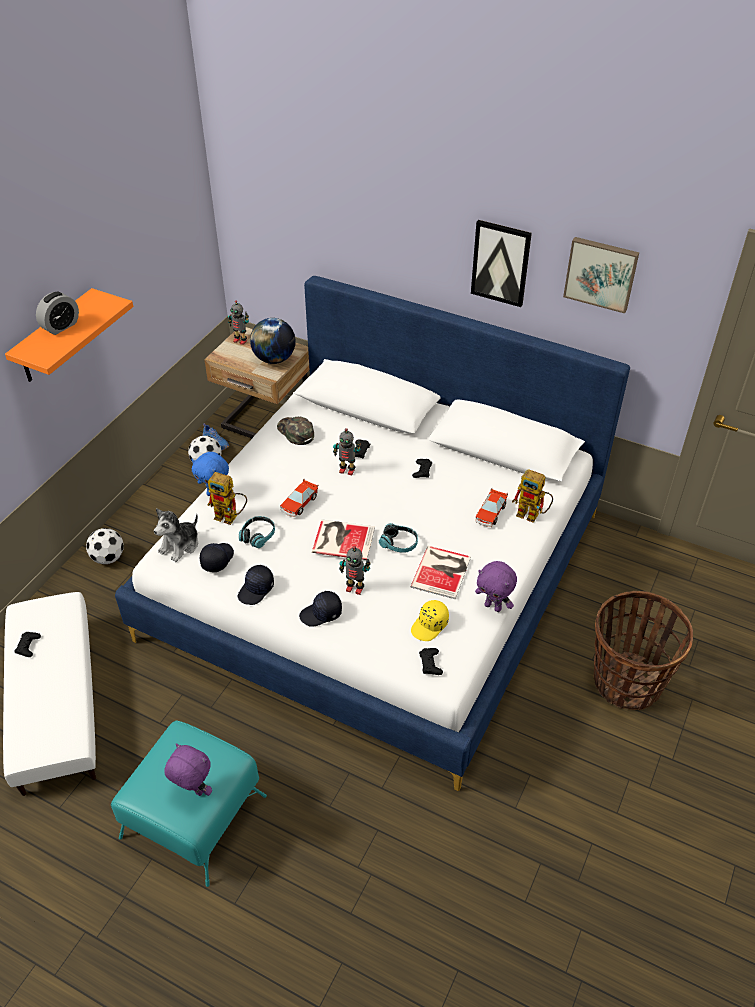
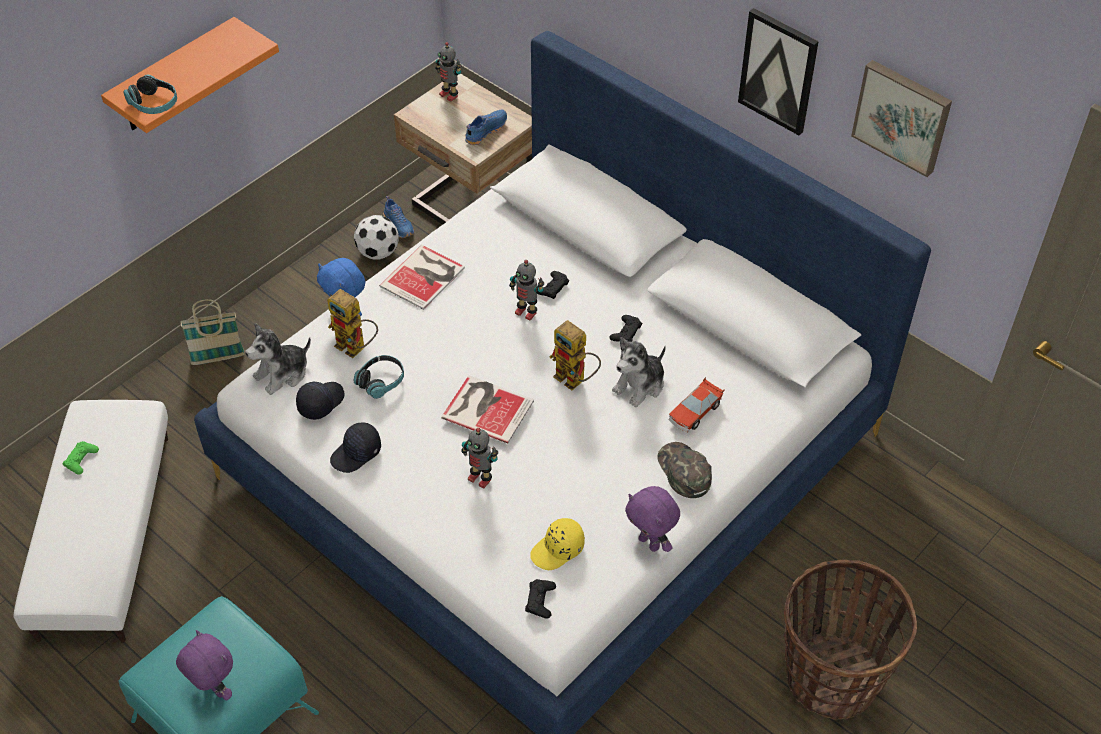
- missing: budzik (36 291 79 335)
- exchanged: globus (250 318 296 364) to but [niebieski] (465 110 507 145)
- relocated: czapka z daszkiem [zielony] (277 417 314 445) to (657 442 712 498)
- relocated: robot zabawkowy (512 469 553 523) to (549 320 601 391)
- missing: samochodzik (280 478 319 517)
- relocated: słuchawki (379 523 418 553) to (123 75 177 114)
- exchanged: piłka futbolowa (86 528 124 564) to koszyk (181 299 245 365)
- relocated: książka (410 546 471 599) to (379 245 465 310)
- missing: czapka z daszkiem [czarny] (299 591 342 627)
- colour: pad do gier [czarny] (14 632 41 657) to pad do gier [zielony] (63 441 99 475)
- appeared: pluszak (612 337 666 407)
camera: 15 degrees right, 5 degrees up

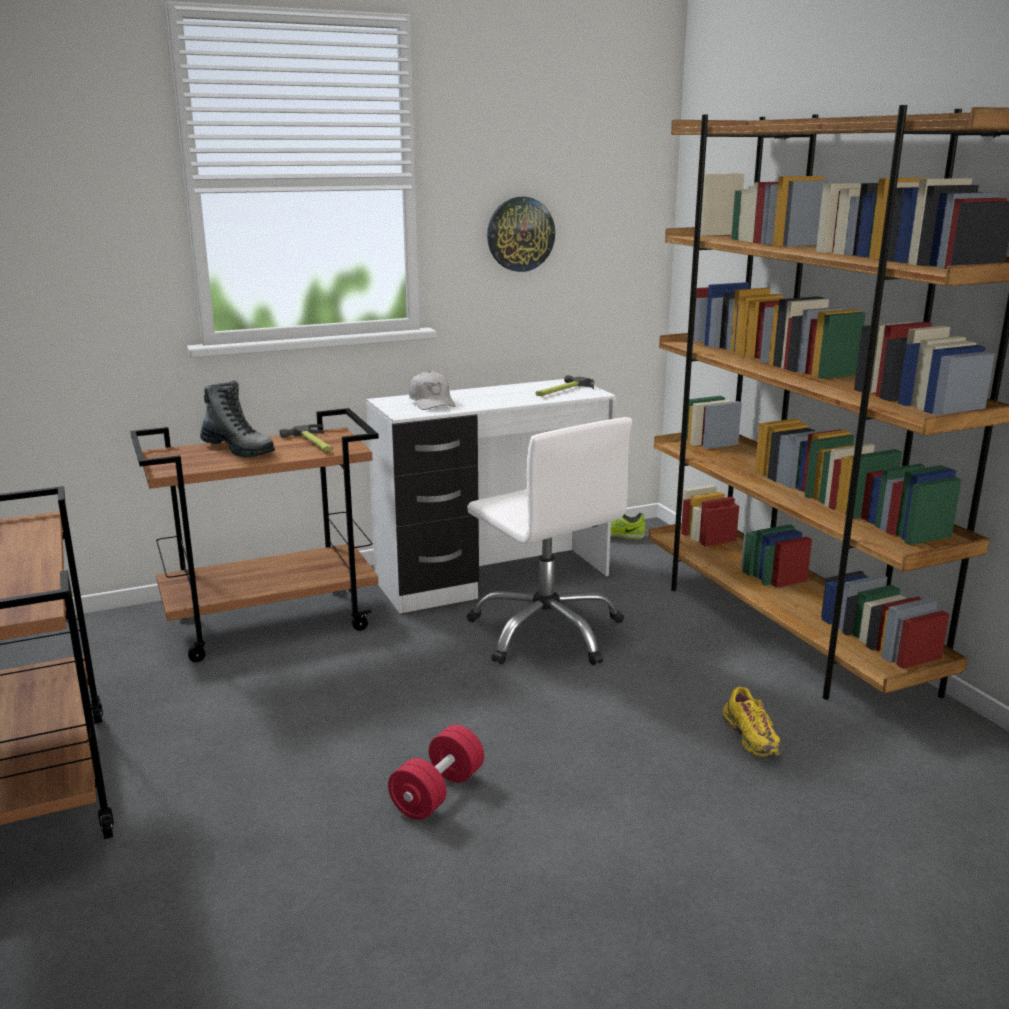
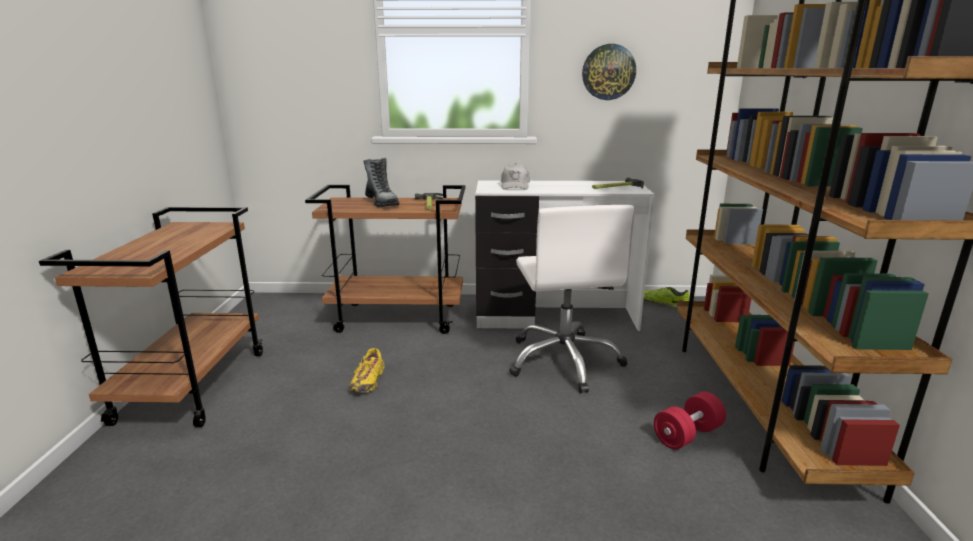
- relocated: but [żółty] (723 687 782 757) to (349 348 385 393)
- relocated: hantel [czerwony] (388 725 484 820) to (653 392 726 449)
camera: 25 degrees right, 0 degrees up

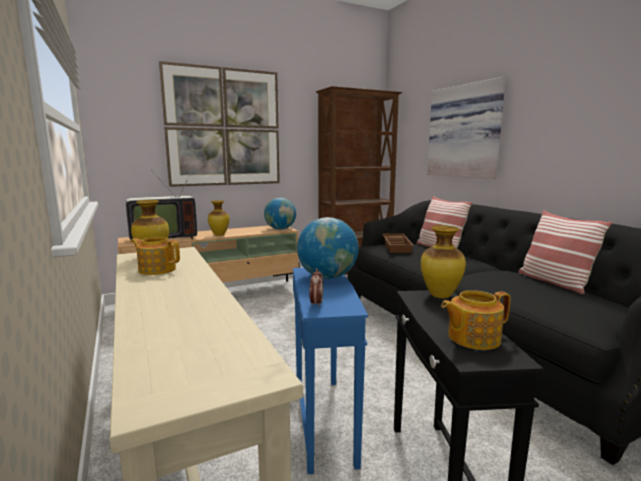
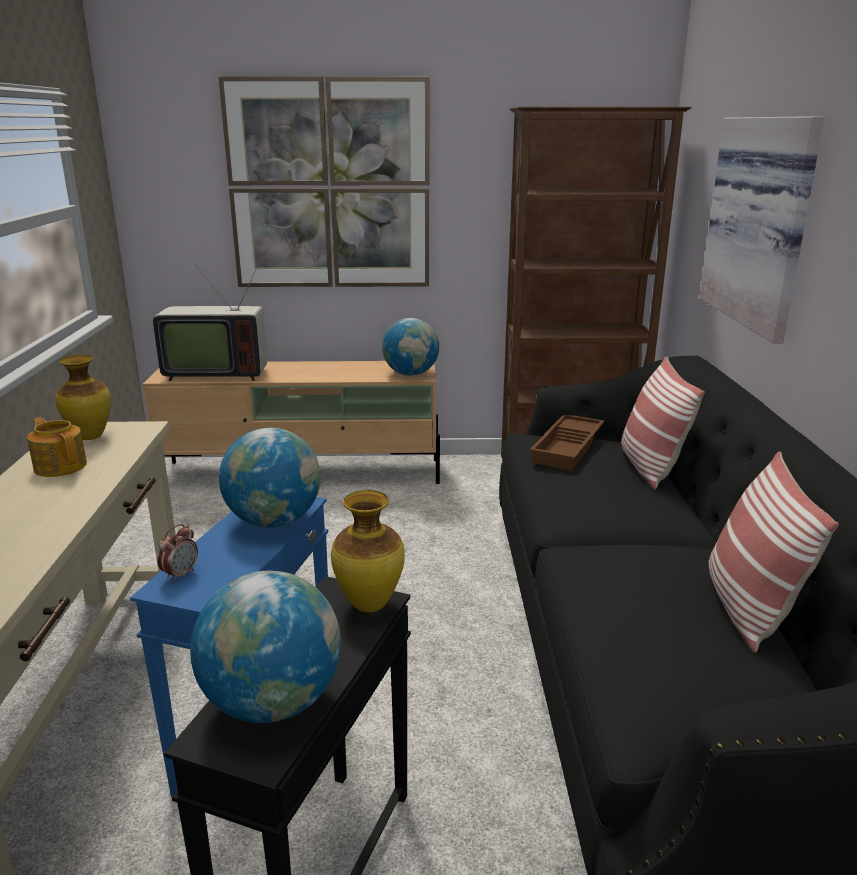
- missing: wazon (208 200 229 236)
- exchanged: imbryk (441 290 511 350) to globus (190 571 341 723)
camera: 25 degrees right, 10 degrees up

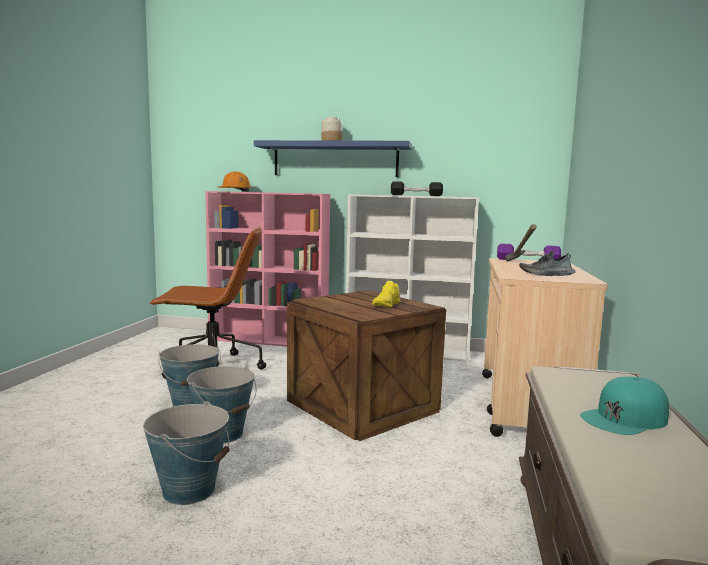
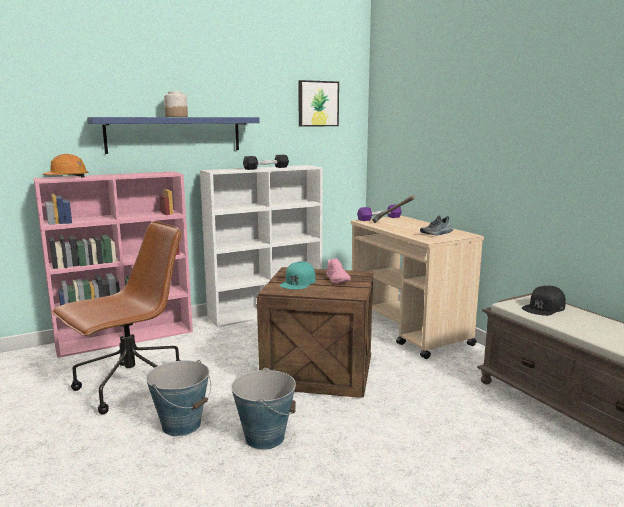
- colour: but [żółty] (372 281 401 307) to but [różowy] (326 258 351 283)
- relocated: czapka z daszkiem [turkusowy] (580 377 669 435) to (280 261 316 289)
- missing: wiadro (143 401 230 505)
- appeared: obraz (298 80 339 127)
- appeared: czapka z daszkiem [czarny] (522 286 566 316)
camera: 40 degrees left, 5 degrees up

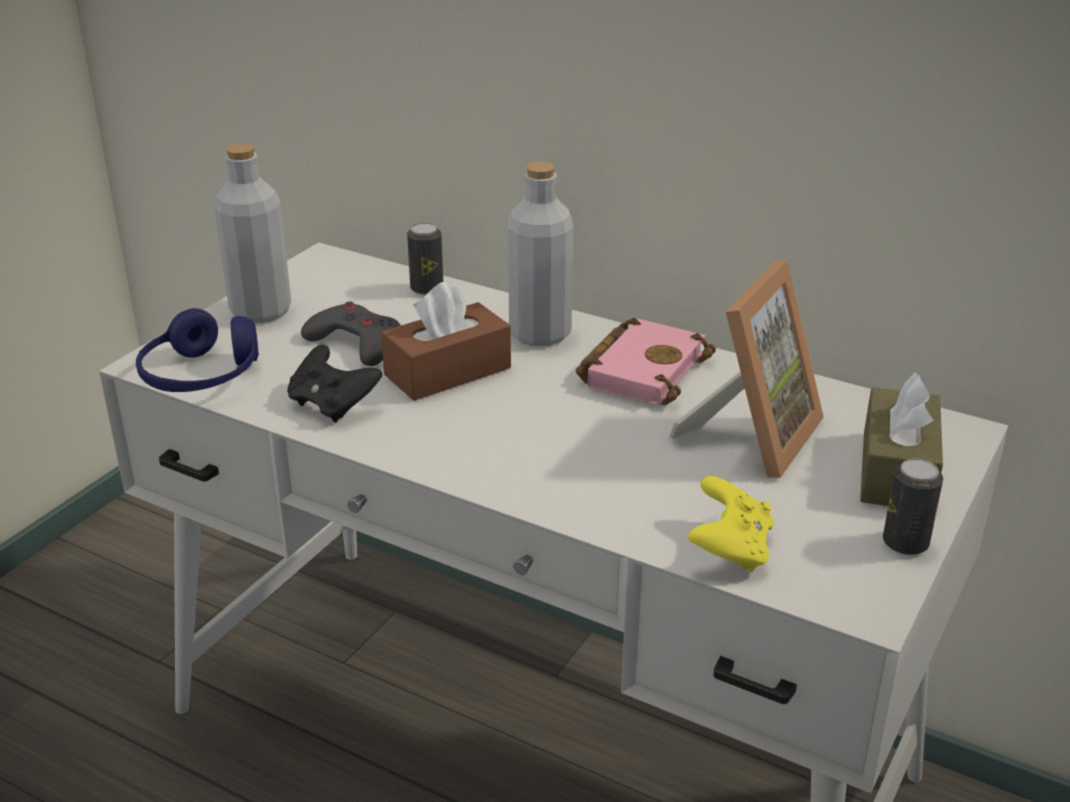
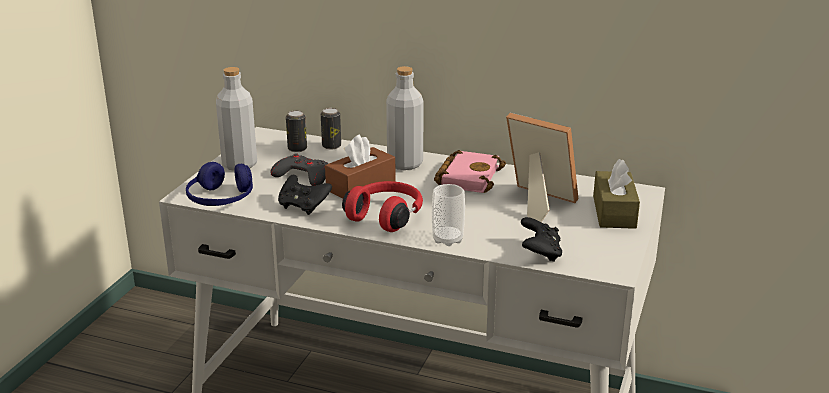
- spun: ramka na zdjęcie (669 259 824 478) = (506 113 579 222) 75 degrees counterclockwise
- relocated: puszka (883 458 943 555) to (286 110 307 152)
- colour: pad do gier [żółty] (688 476 774 572) to pad do gier [czarny] (521 217 562 262)
- appeared: słuchawki [czerwony] (342 181 423 232)
- appeared: filiżanka (432 184 465 246)
camera: 10 degrees left, 5 degrees down

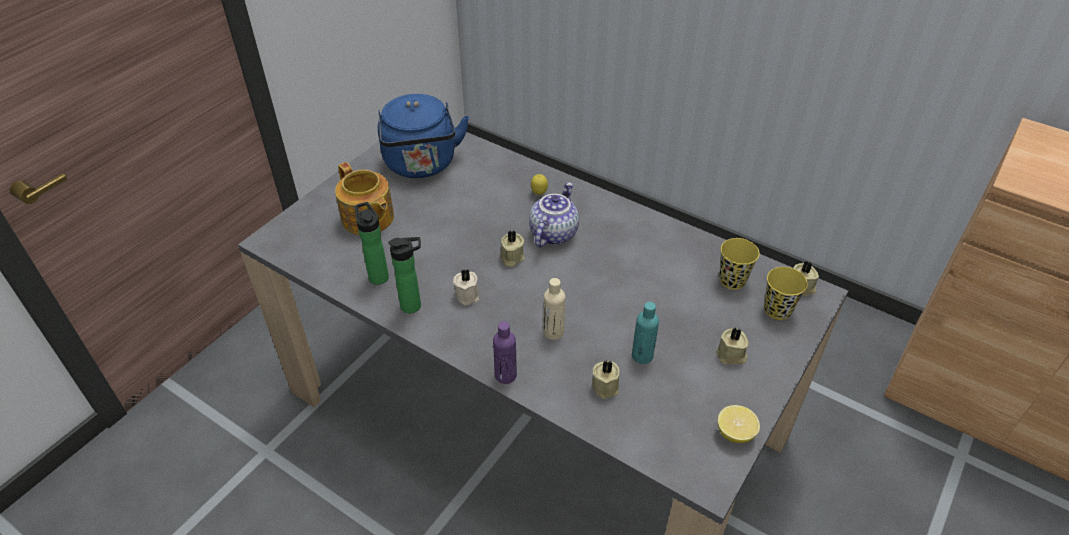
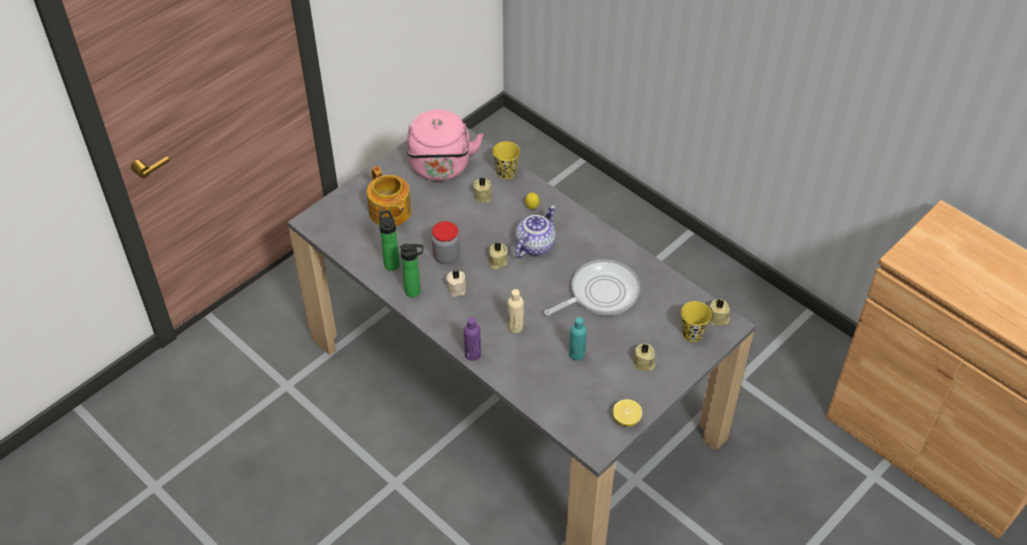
- colour: czajnik [niebieski] (378 94 469 178) to czajnik [różowy] (407 110 483 181)
- relocated: filiżanka [żółty] (719 238 760 290) to (493 141 520 179)
- relocated: świeca [beżowy] (592 360 620 399) to (473 177 492 203)
- appeared: słoik (432 221 460 264)
- appeared: patelnia (544 259 640 316)
camera: 10 degrees right, 5 degrees up

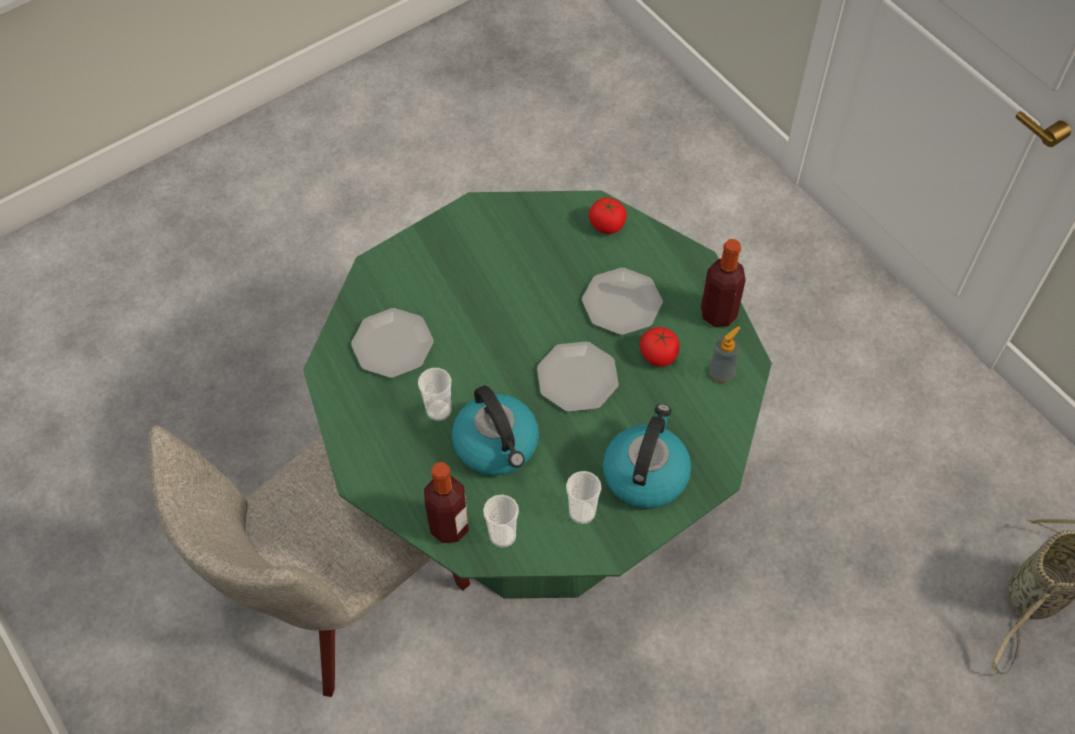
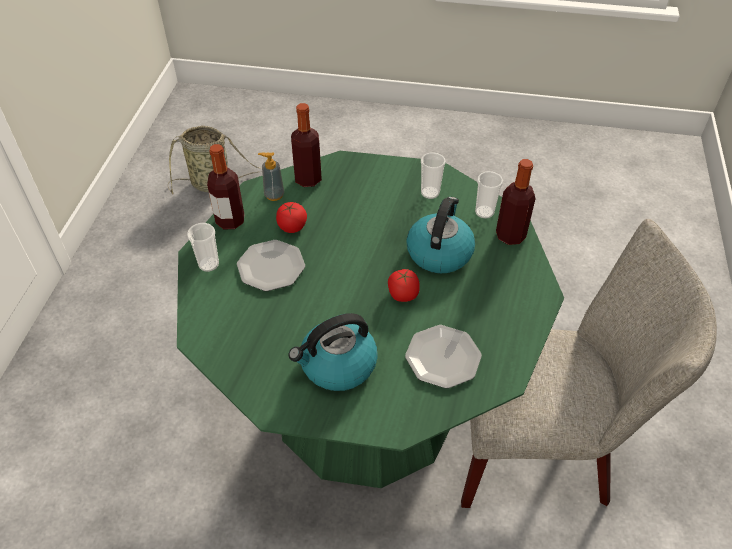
- relocated: pomidor (589 197 627 234) to (388 269 420 302)
- missing: talerz (537 342 619 412)
- relocated: filiżanka (418 368 451 421) to (187 223 219 272)
- relocated: czajnik (603 404 691 508) to (289 313 378 391)
- appeared: butelka (291 103 322 187)
camera: 135 degrees left, 10 degrees down

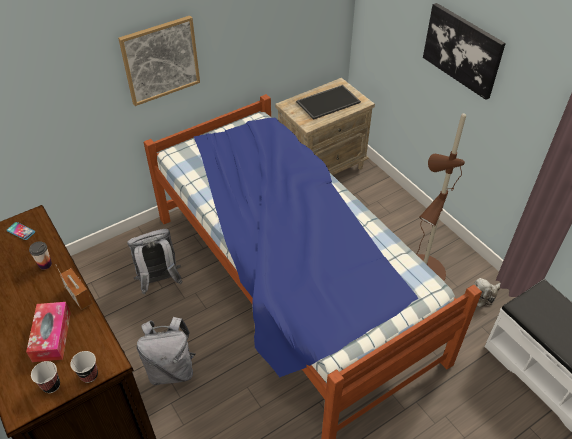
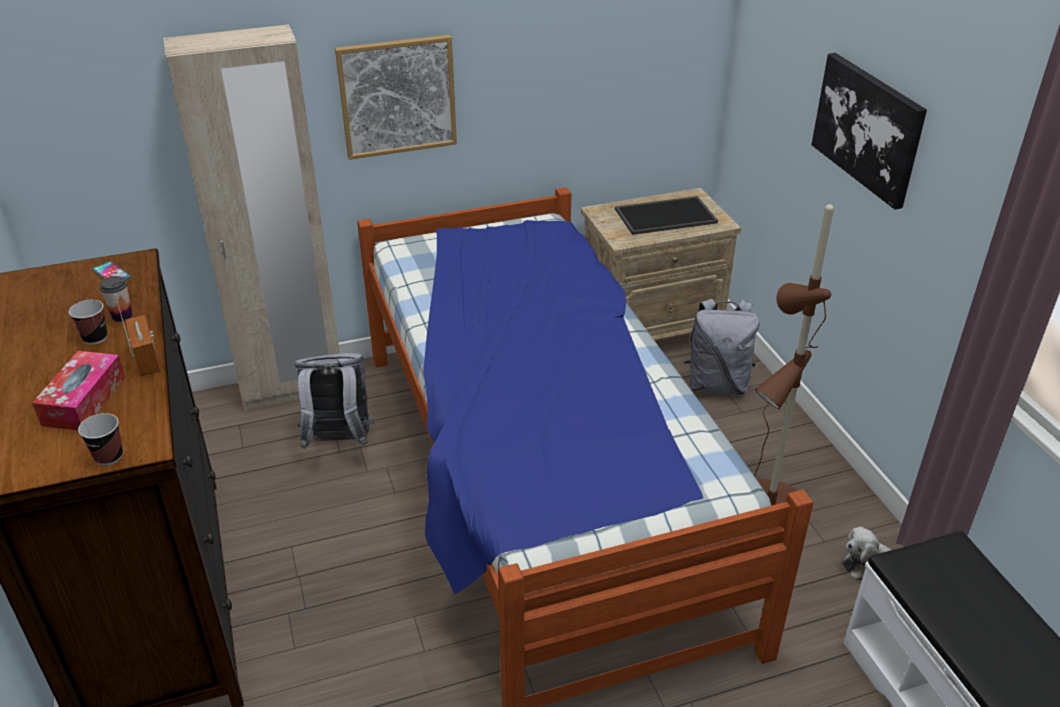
- relocated: plecak [szary] (137 317 195 385) to (684 299 760 395)
- relocated: filiżanka (31 361 60 393) to (69 300 107 345)
- appeared: szafa [beżowy] (163 24 340 411)
camera: 15 degrees right, 10 degrees down

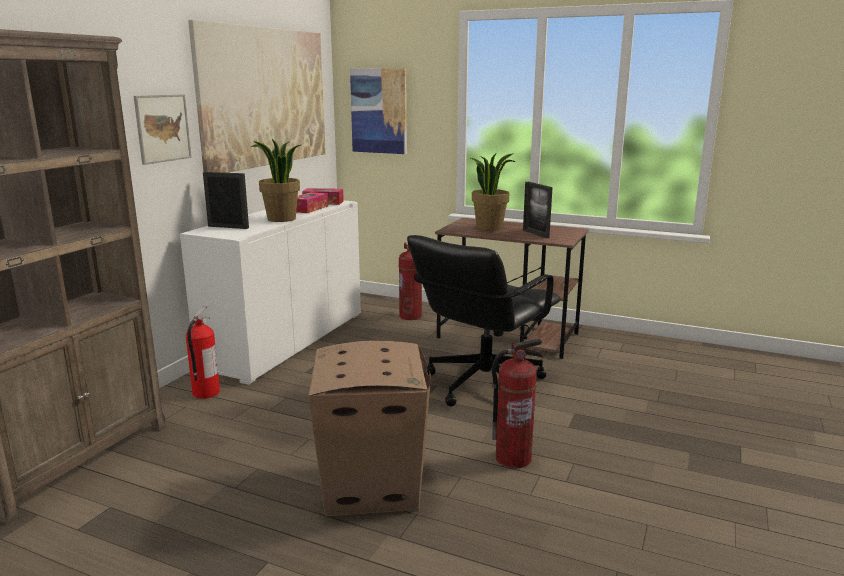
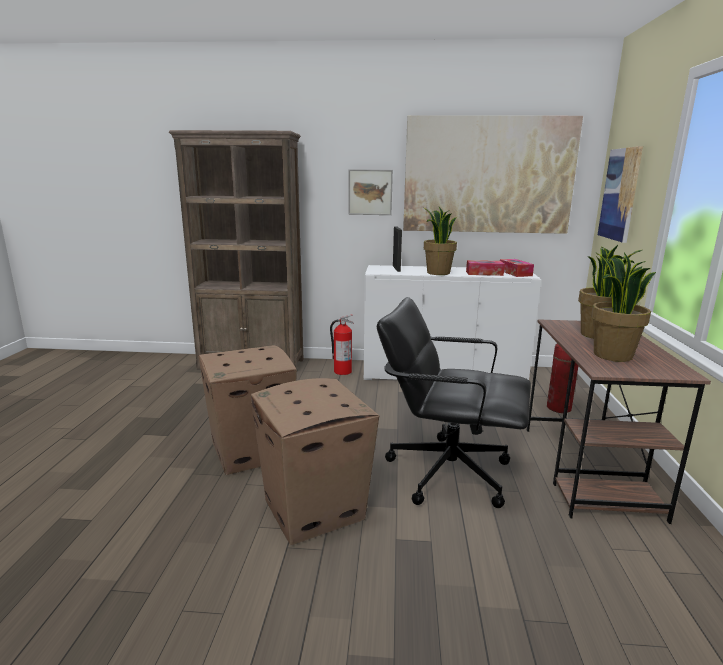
- exchanged: ramka na zdjęcie (523 182 553 239) to roślina doniczkowa (591 252 656 362)
- exchanged: gaśnica (492 339 543 468) to karton (251 378 379 545)
camera: 70 degrees right, 0 degrees up

